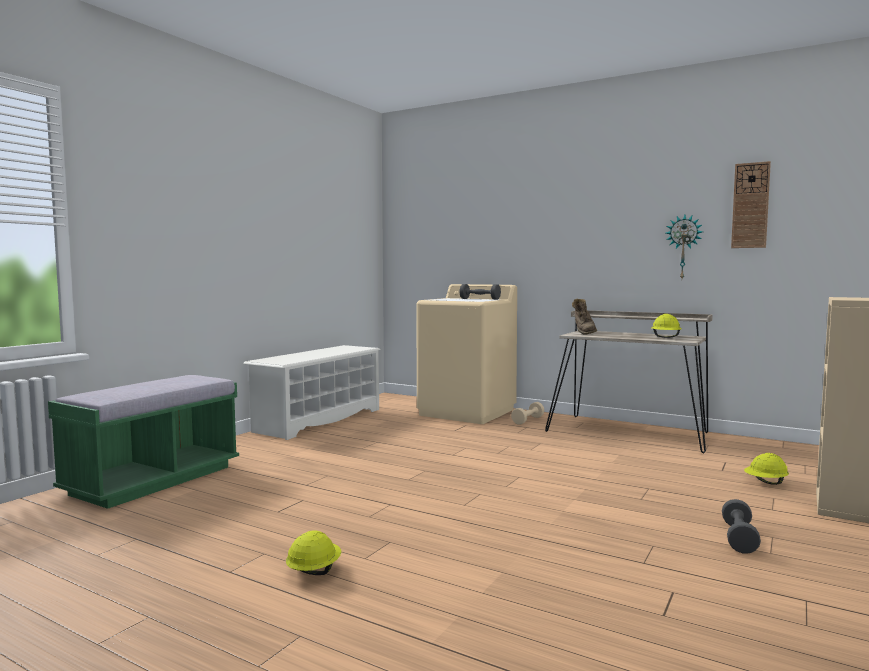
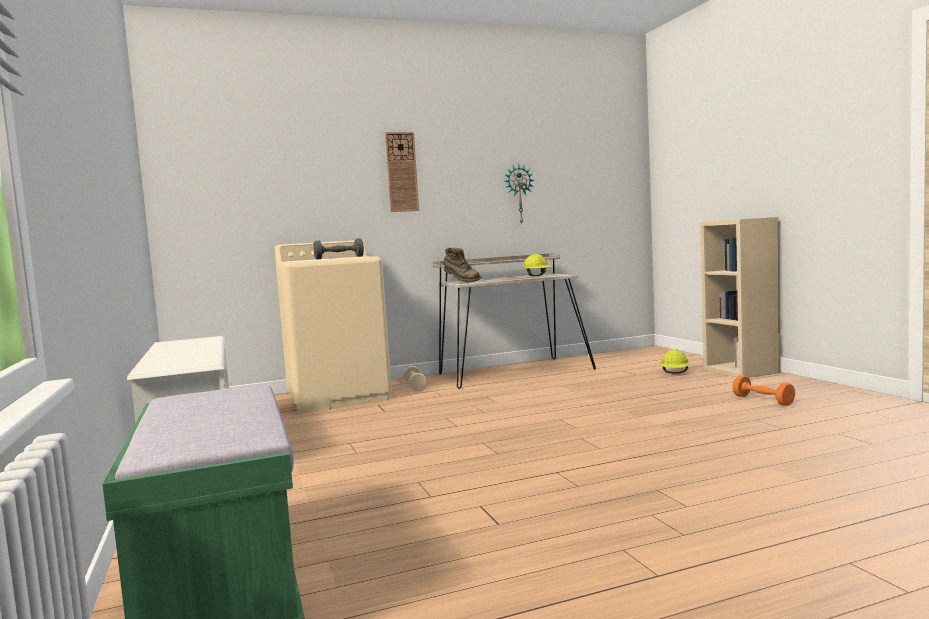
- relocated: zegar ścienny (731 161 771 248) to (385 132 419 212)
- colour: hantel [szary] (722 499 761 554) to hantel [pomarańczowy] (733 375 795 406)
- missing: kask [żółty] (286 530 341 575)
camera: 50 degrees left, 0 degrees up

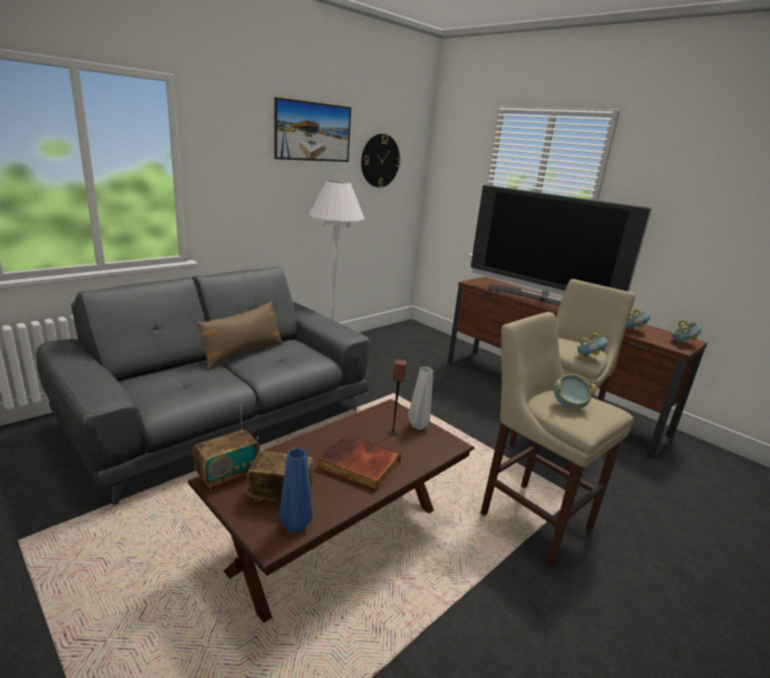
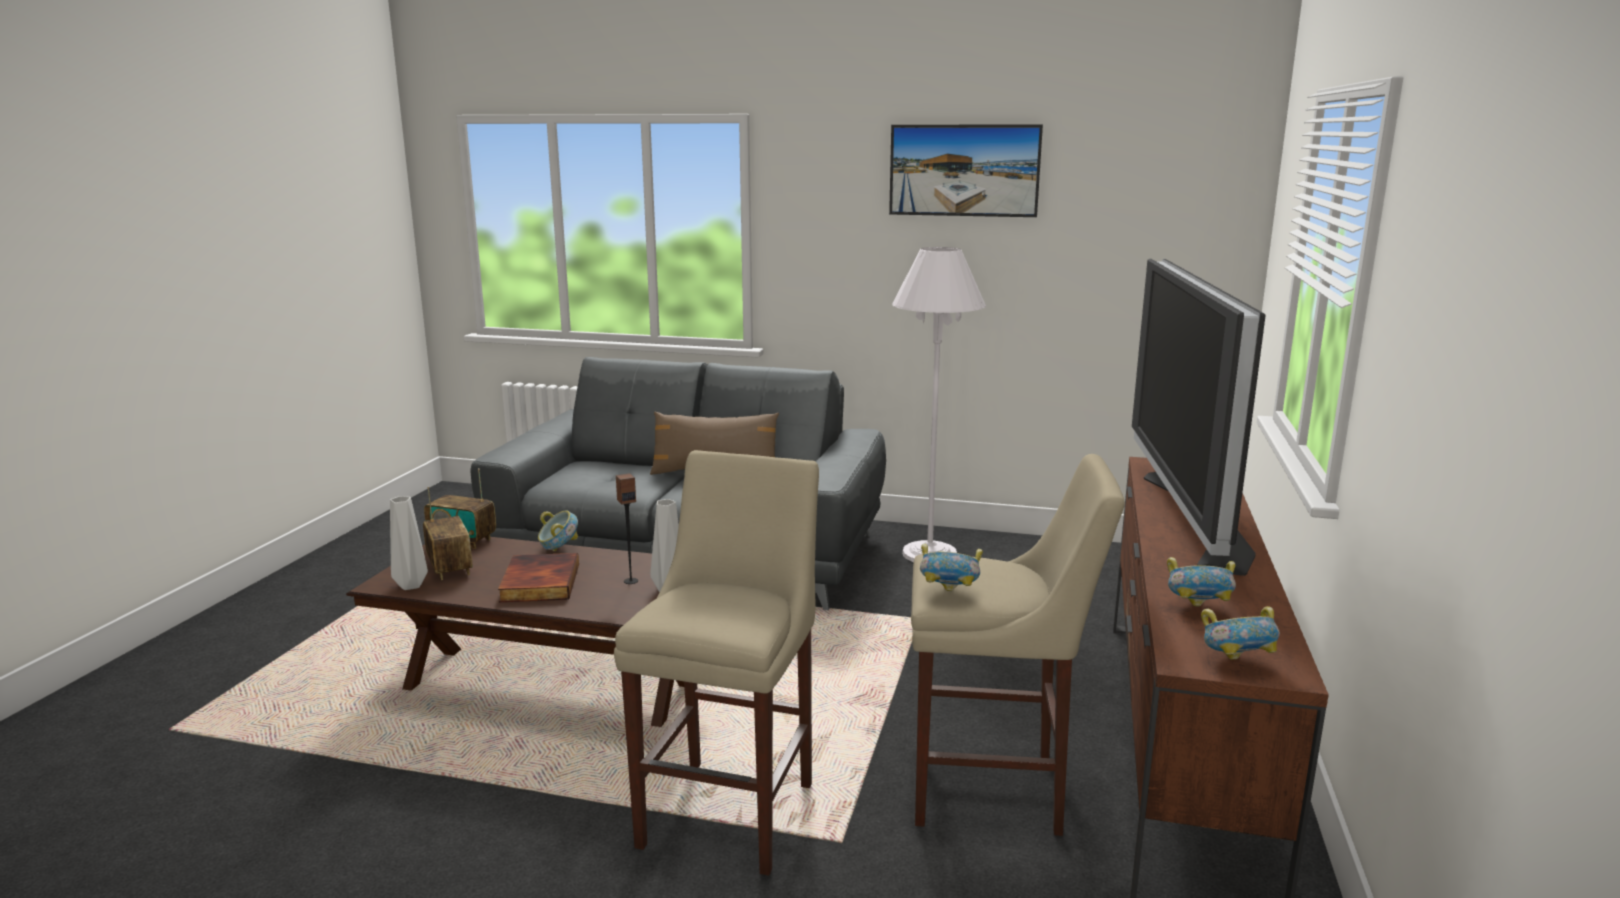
- missing: zegar ścienny (361 134 401 187)
- relocated: miska (554 374 596 409) to (538 510 578 551)
- colour: wazon [niebieski] (279 448 313 533) to wazon [szary] (390 496 428 590)
camera: 60 degrees right, 5 degrees down

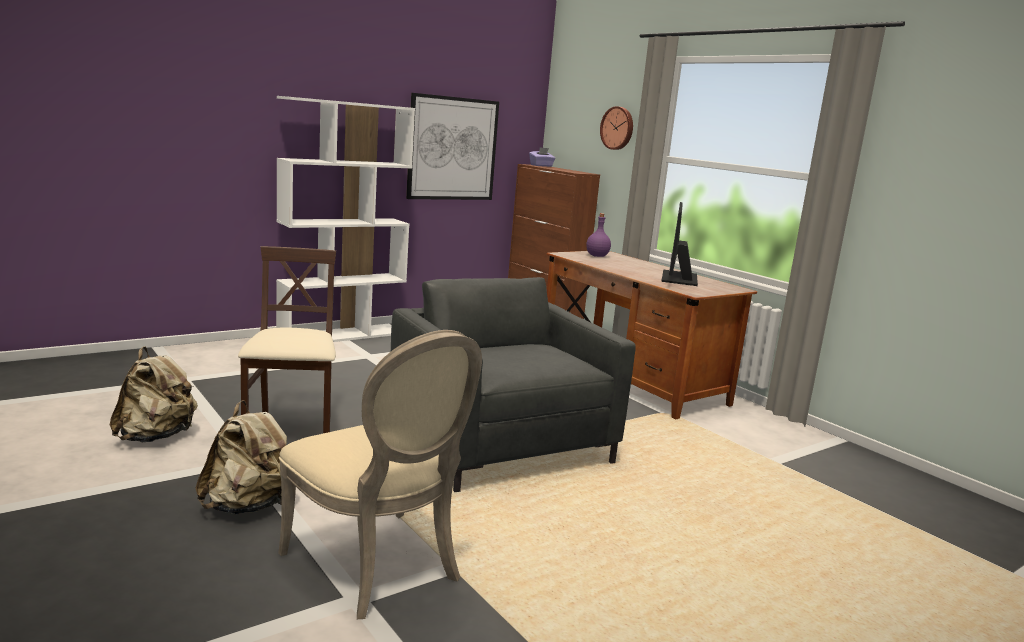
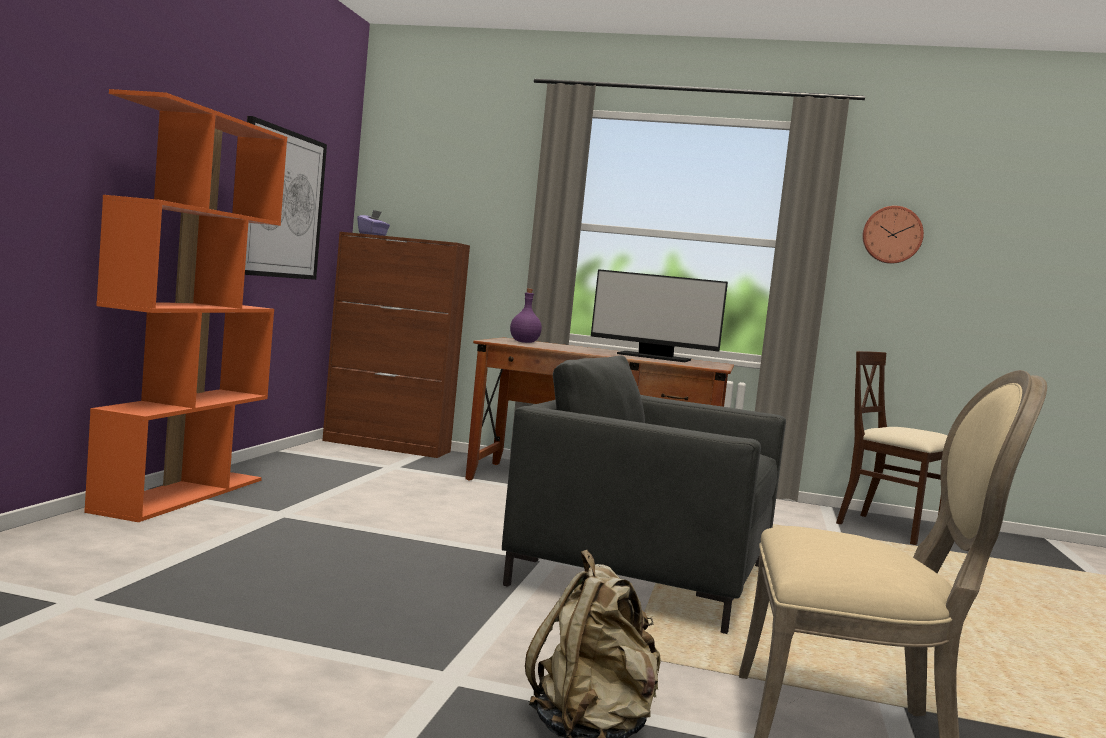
- colour: regał [biały] (276 96 415 342) to regał [pomarańczowy] (84 89 287 522)
- relocated: zegar ścienny (600 106 633 150) to (862 206 924 264)
- spun: monitor (661 202 698 286) = (591 269 728 362) 45 degrees counterclockwise
- relocated: krzesło [beżowy] (238 246 336 433) to (836 351 948 545)
- missing: plecak [beżowy] (110 347 198 442)
camera: 40 degrees left, 10 degrees down

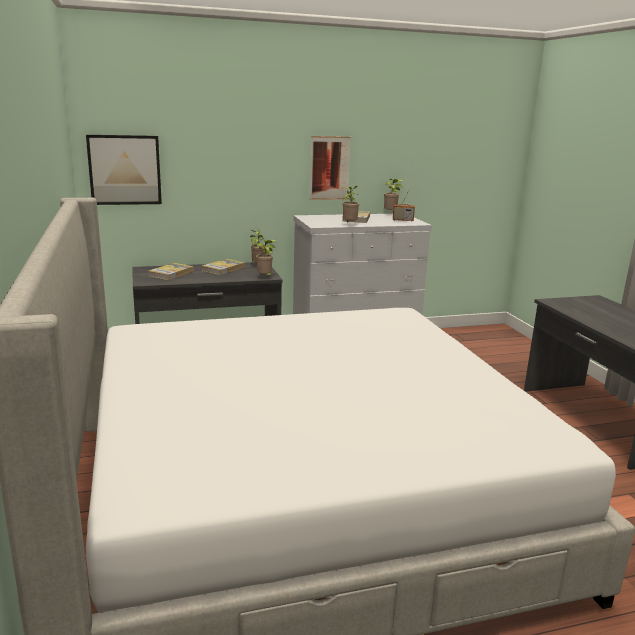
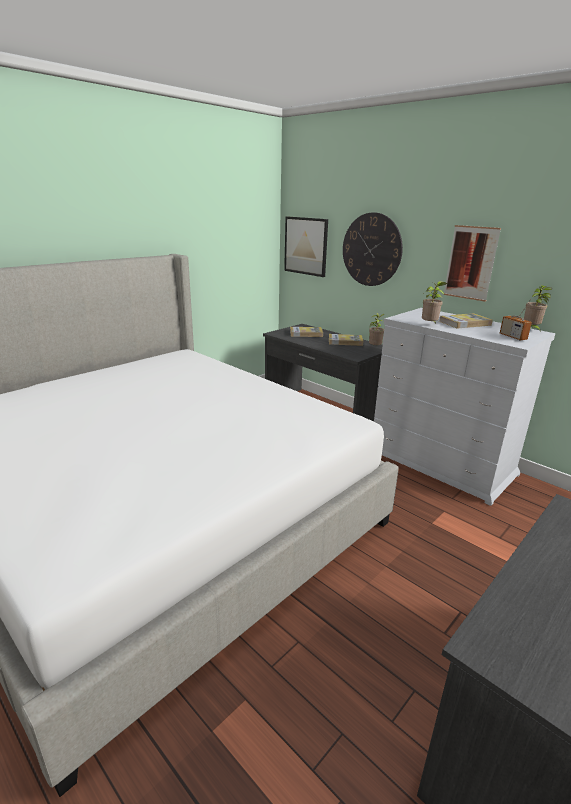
- missing: roślina doniczkowa (256 239 277 276)
- appeared: zegar ścienny (343 212 403 286)
camera: 60 degrees right, 5 degrees up

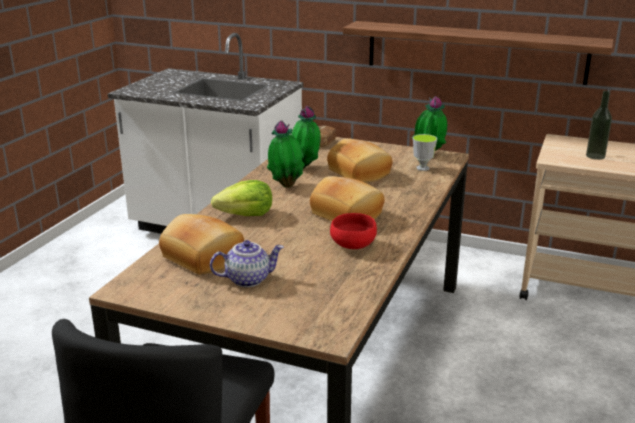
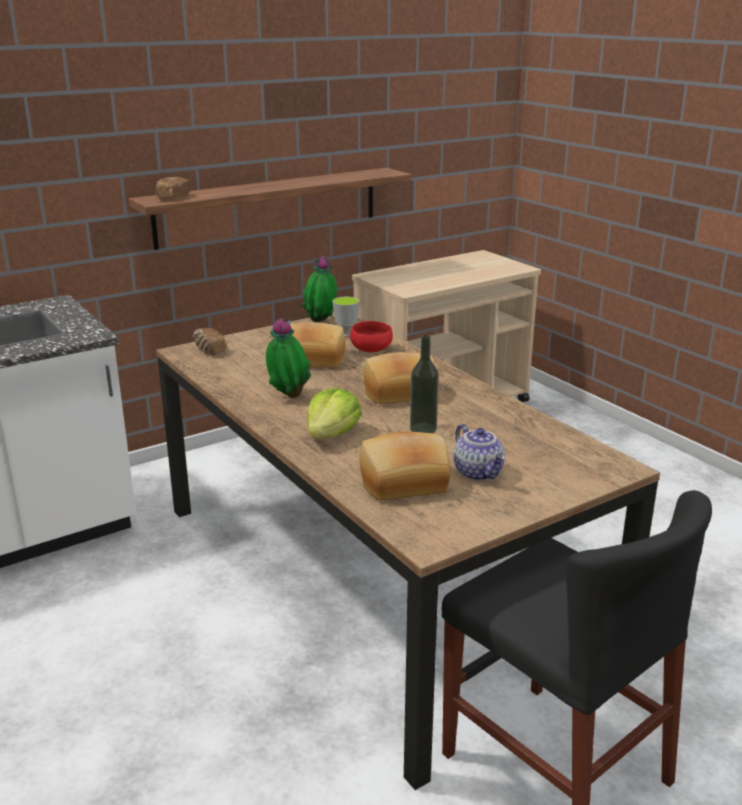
- relocated: butelka (586 90 612 160) to (410 335 439 433)
- missing: roślina doniczkowa (291 106 320 169)
- relocated: miska [czerwony] (330 213 377 249) to (350 321 393 352)
- spun: imbryk (210 240 284 287) = (453 424 505 481) 135 degrees clockwise
- appeared: chleb (155 177 191 199)
camera: 55 degrees left, 0 degrees up

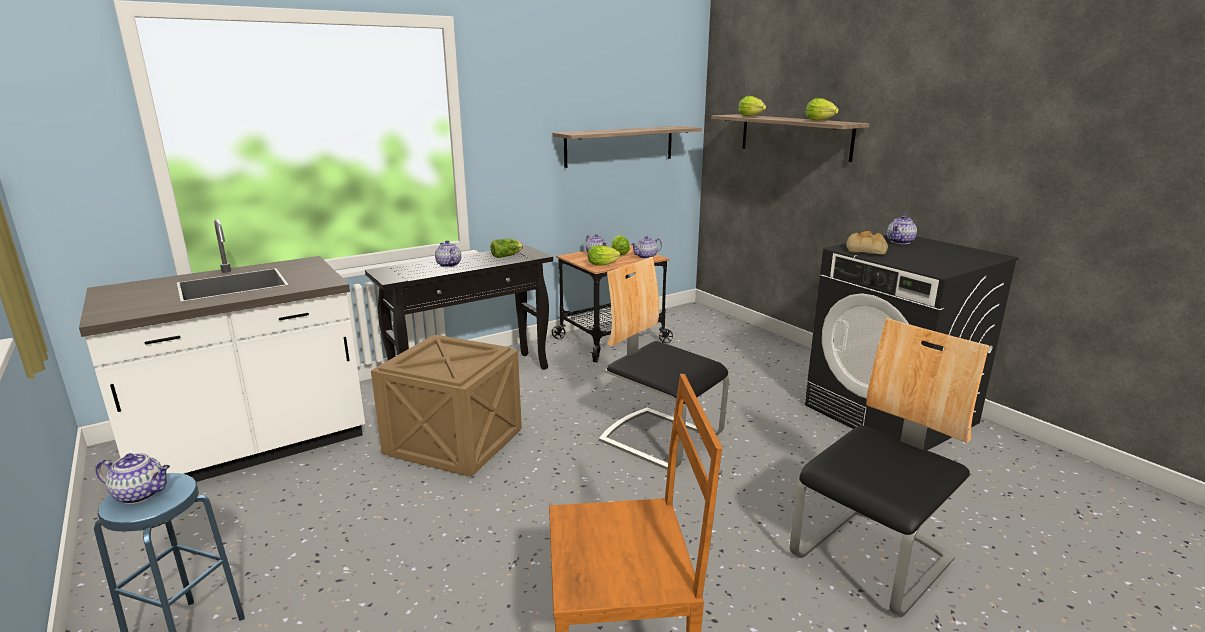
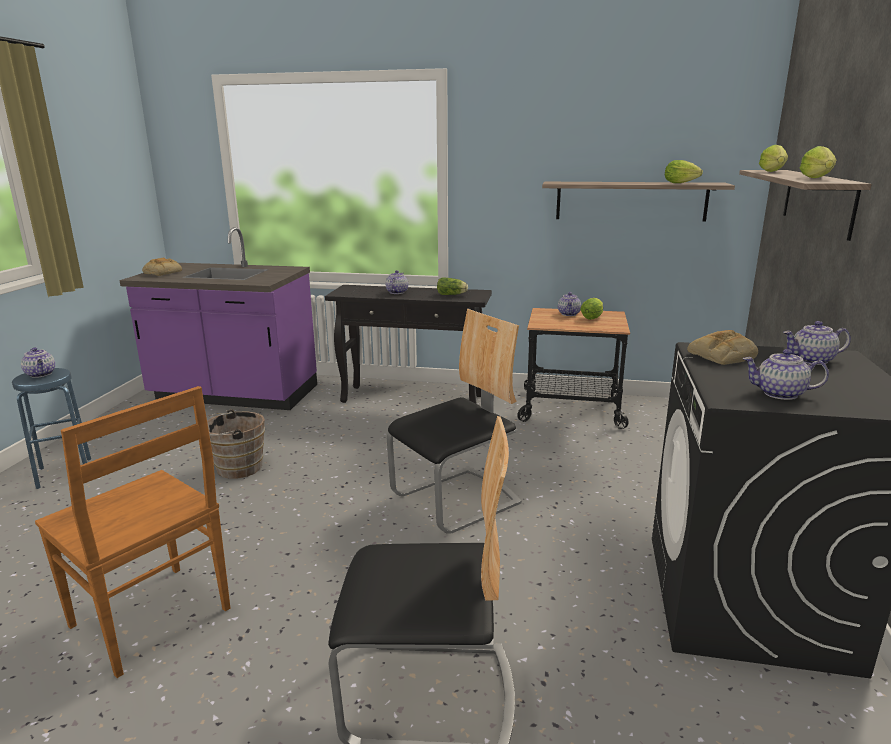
- colour: zabudowa kuchenna [biały] (79 219 365 482) to zabudowa kuchenna [fioletowy] (119 227 317 410)
- relocated: imbryk (631 236 662 259) to (743 349 829 400)
- relocated: sałata (588 245 620 266) to (665 160 703 183)
- spun: krzesło (599 257 729 470) = (387 309 522 534) 60 degrees clockwise
- missing: skrzynka (371 335 522 476)
- appeared: chleb (142 258 182 276)
- appeared: wiadro [brązowy] (207 409 265 479)
camera: 45 degrees right, 0 degrees up

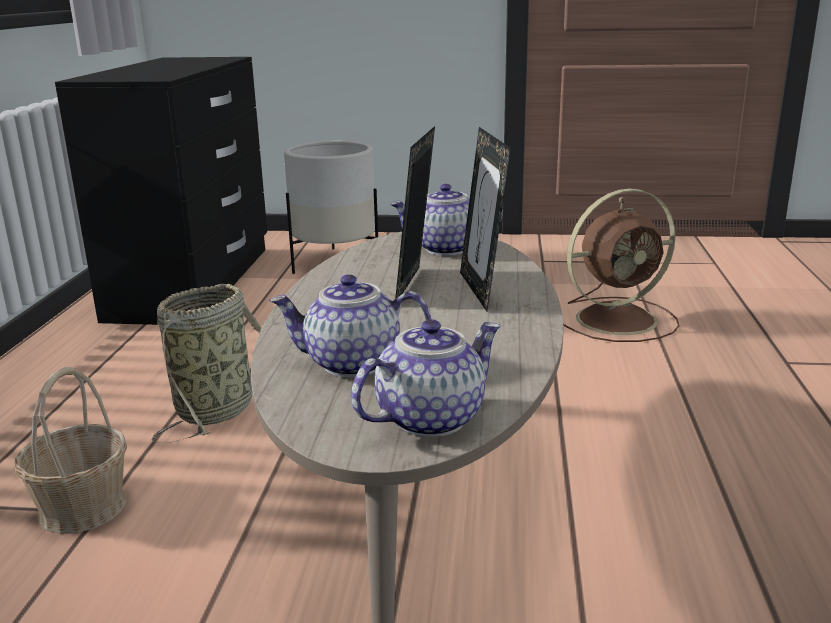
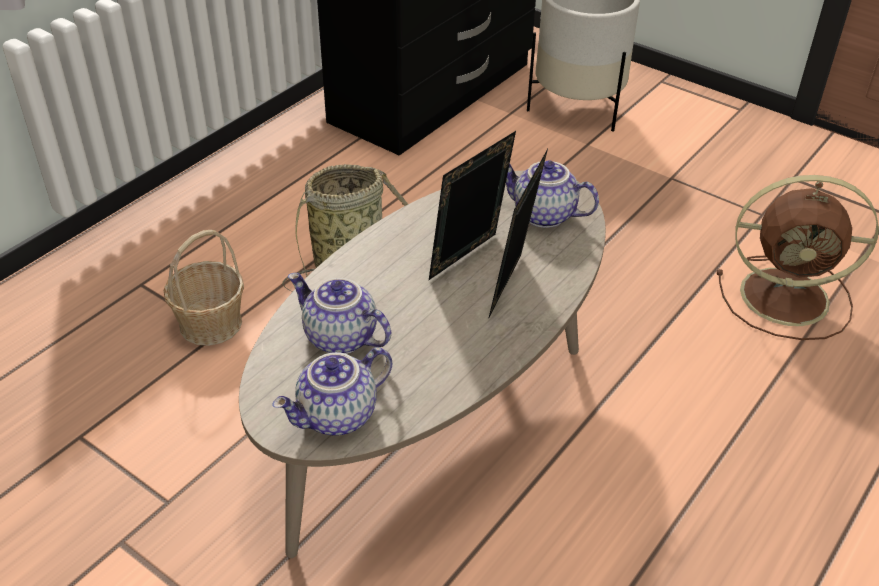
- spun: imbryk (351 319 501 437) = (272 347 392 435) 150 degrees clockwise
camera: 30 degrees right, 20 degrees up

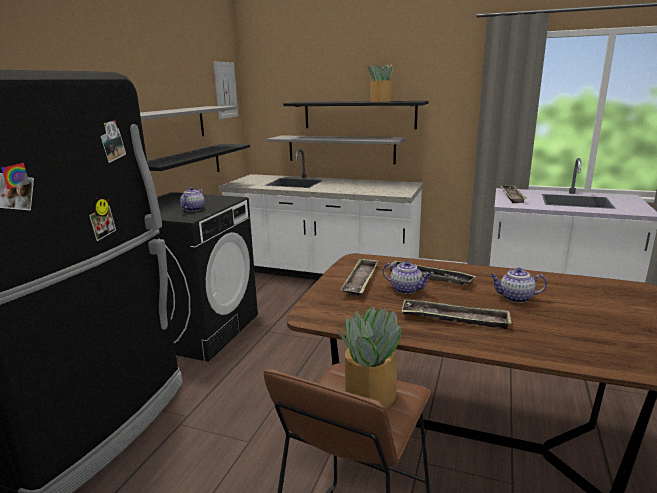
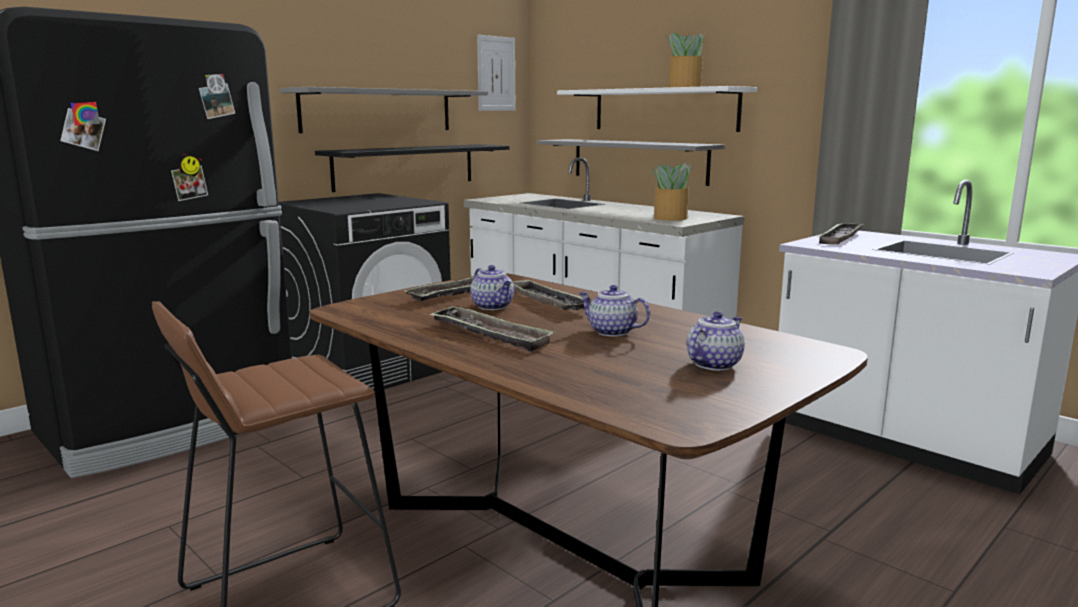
- colour: półka [czarny] (283 101 428 129) to półka [biały] (557 86 757 132)
- relocated: imbryk (180 187 205 211) to (687 311 745 371)
- relocated: roślina doniczkowa (336 307 401 408) to (650 163 691 221)
camera: 25 degrees right, 5 degrees down

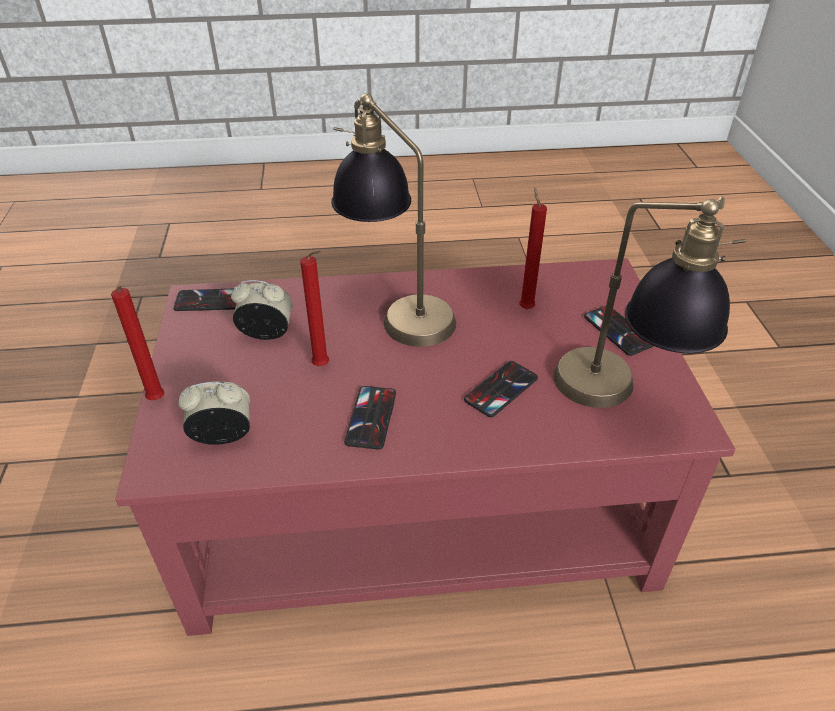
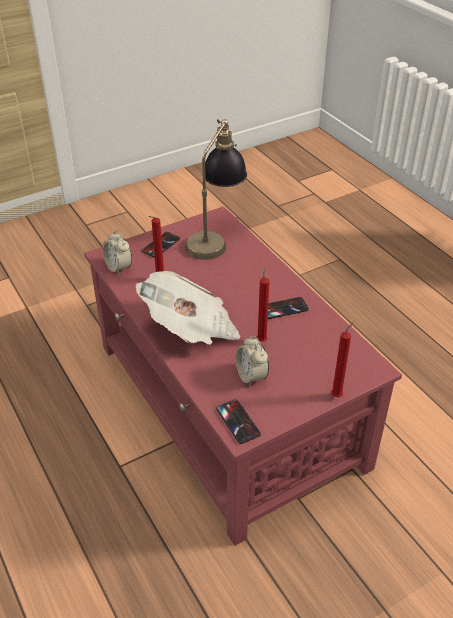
- exchanged: lampa stołowa (331 93 456 347) to gazeta (136 271 241 345)
- missing: telefon (464 361 538 417)
- relocated: budzik (178 381 250 445) to (103 230 132 275)
camera: 115 degrees left, 0 degrees up

